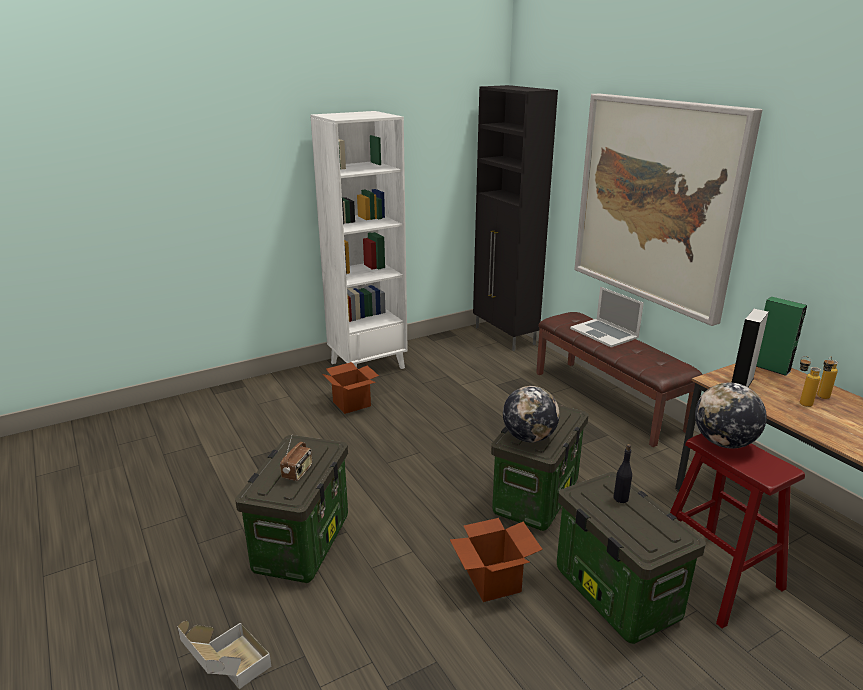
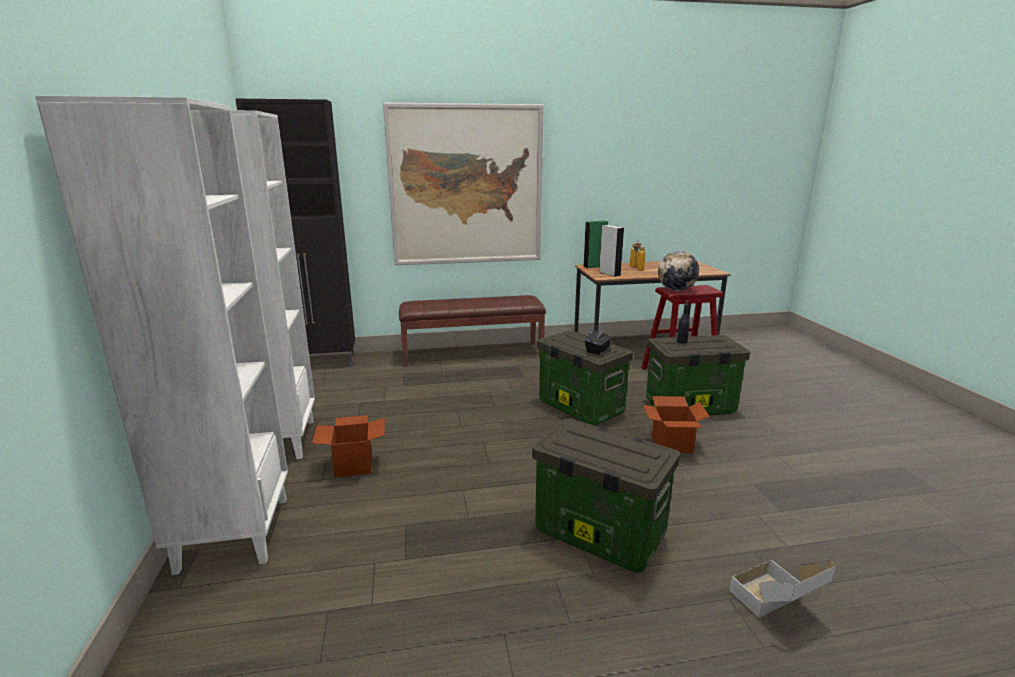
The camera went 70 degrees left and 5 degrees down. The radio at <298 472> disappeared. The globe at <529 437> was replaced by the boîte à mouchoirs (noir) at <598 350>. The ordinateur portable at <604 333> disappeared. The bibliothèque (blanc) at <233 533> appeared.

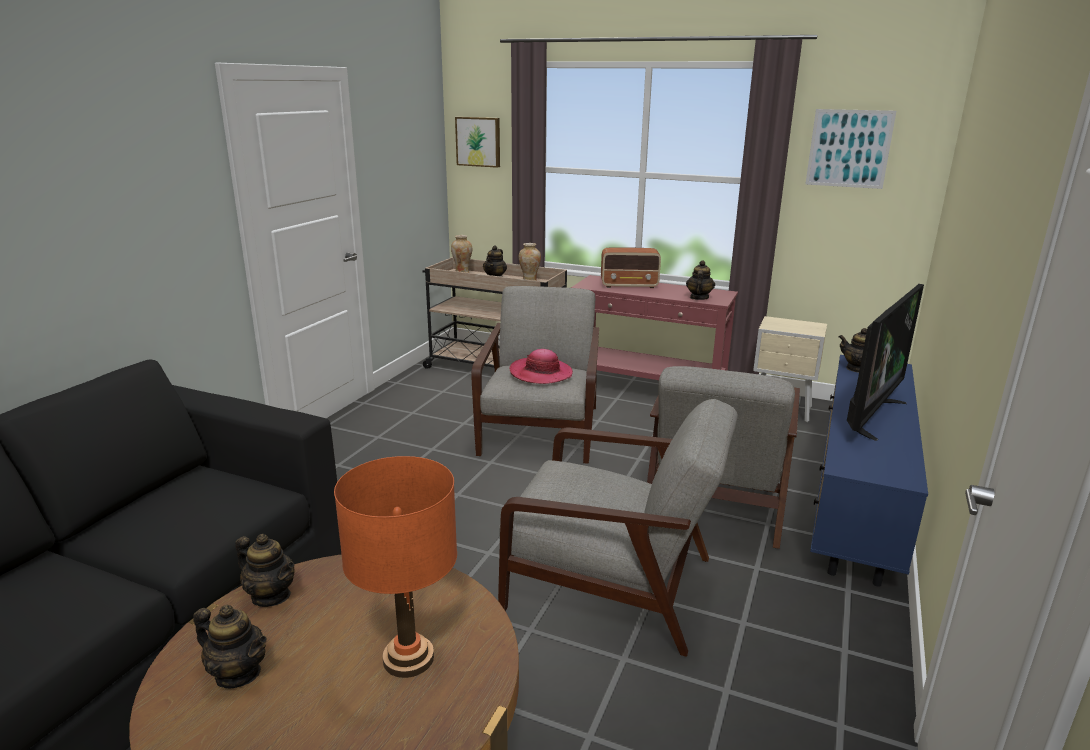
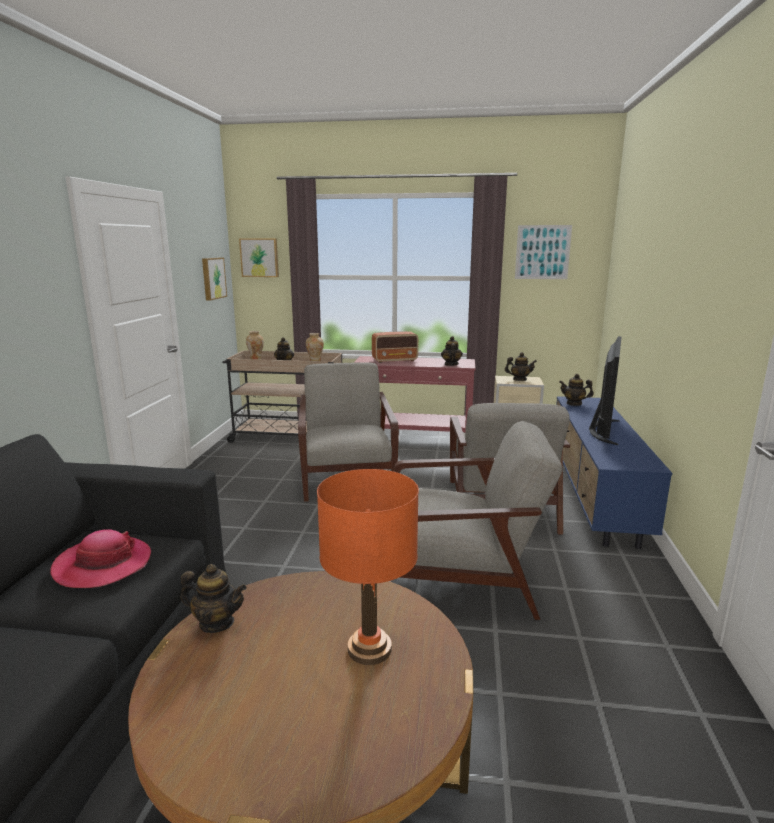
The camera went 15 degrees left and 5 degrees down. The théière moved from <238 673> to <519 380>. The chapeau moved from <541 373> to <103 565>. The tableau at <212 278> appeared.

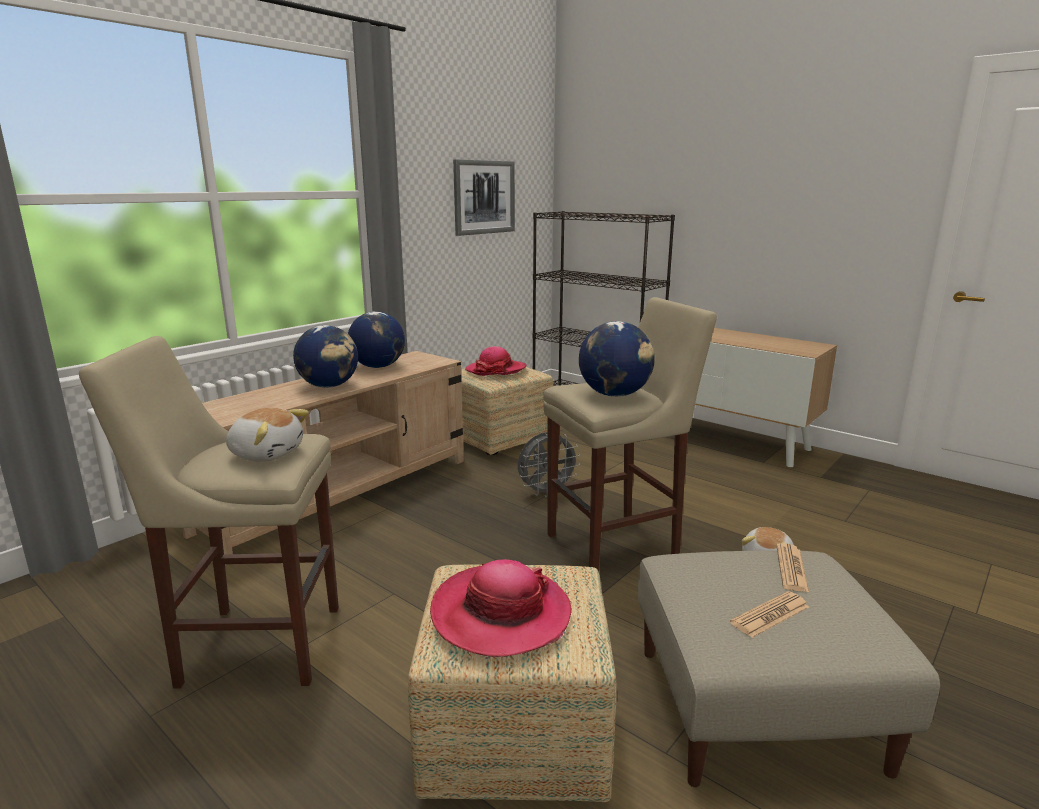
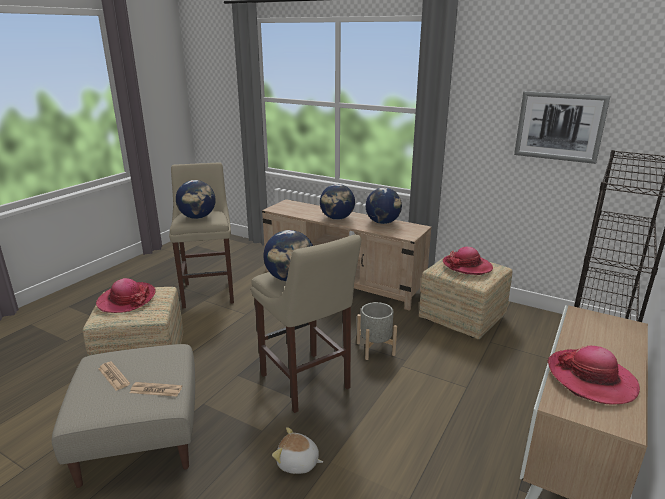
The camera went 80 degrees right and 5 degrees up. The peluche at <267 453> was replaced by the globe at <198 217>. The ventilateur (gris) at <546 492> was replaced by the cache-pot (gris) at <375 348>. The chapeau at <591 379> appeared.

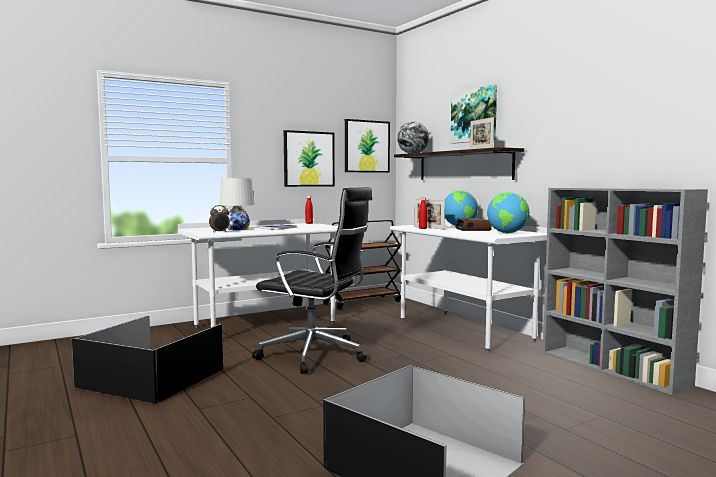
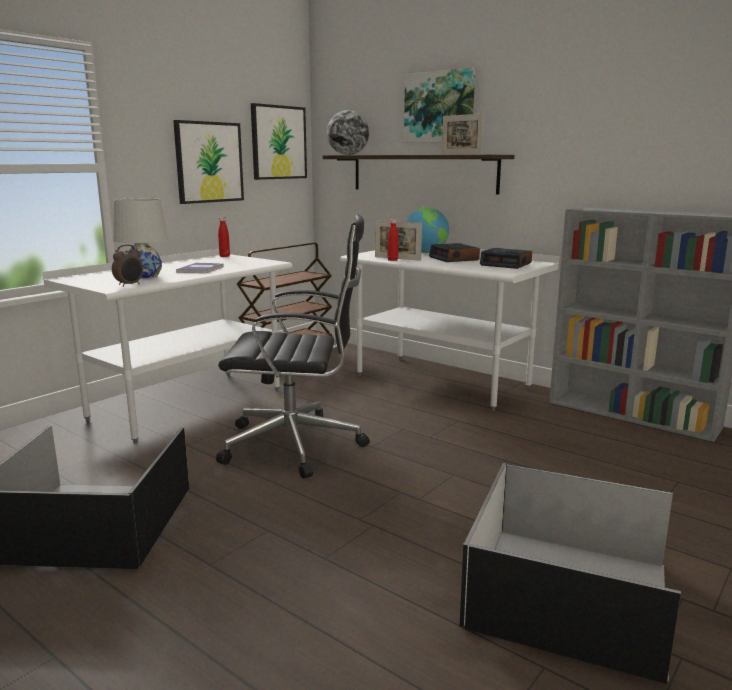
The camera went 20 degrees left and 10 degrees up. The globe at <507 233> was replaced by the réveil at <506 264>.

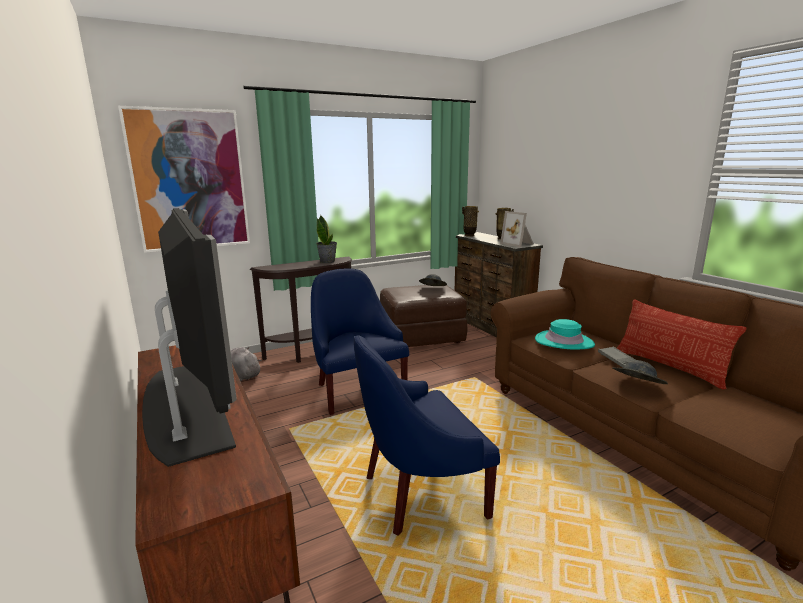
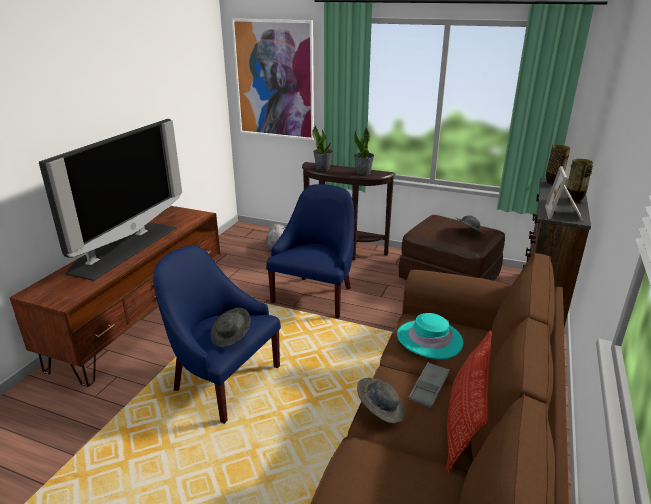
The camera went 50 degrees right and 10 degrees up. The chapeau (gris) at <231 336> appeared. The plante en pot at <323 168> appeared.

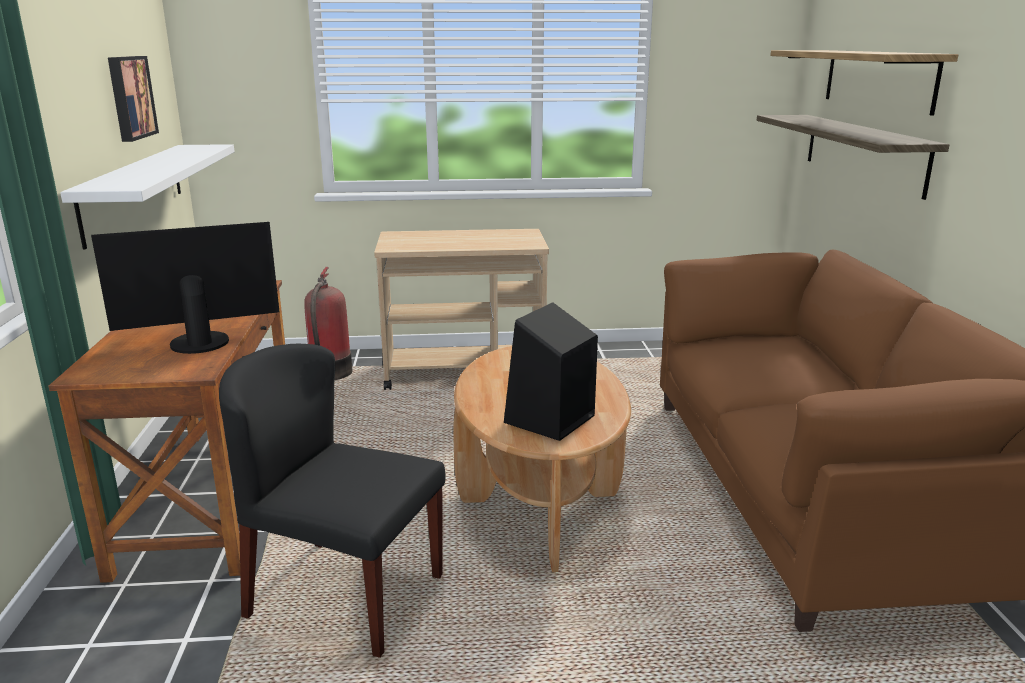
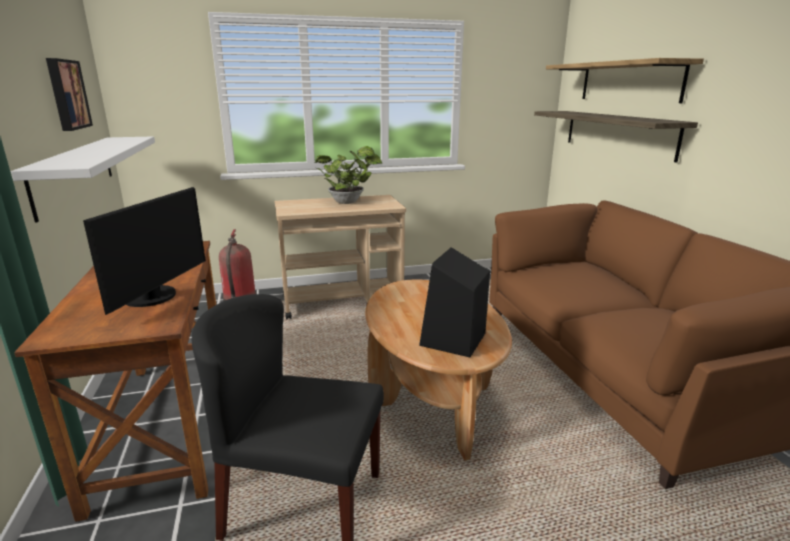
The camera went 10 degrees left and 0 degrees up. The écran d'ordinateur at <199 341> turned 135 degrees clockwise. The plante en pot at <349 202> appeared.

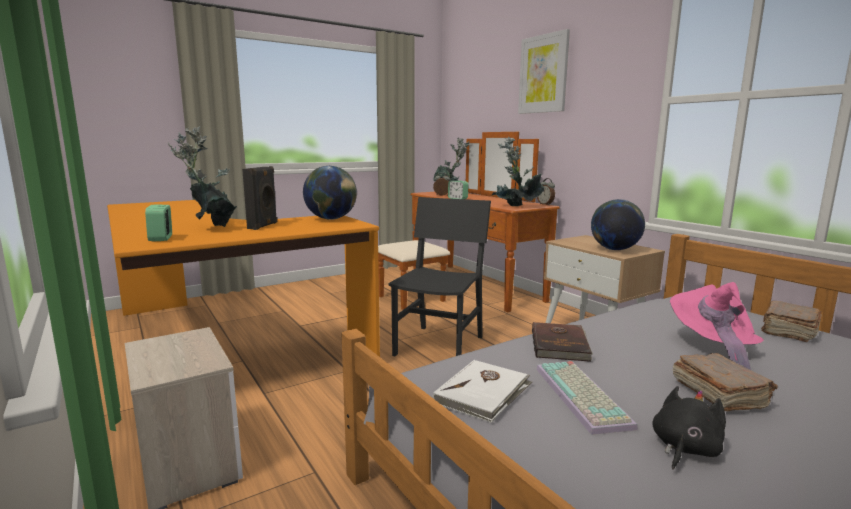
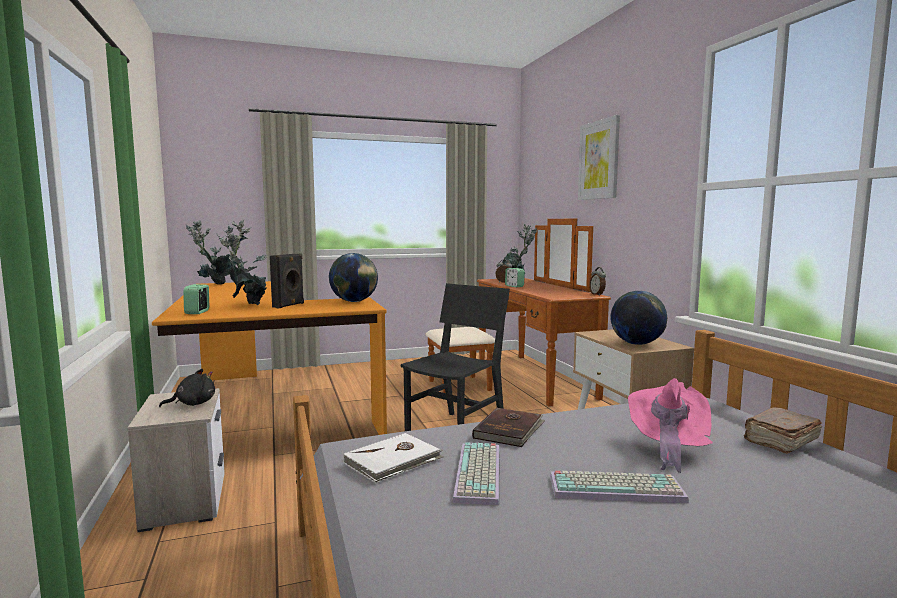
The camera went 15 degrees right and 5 degrees down. The plante en pot moved from <515 207> to <214 285>. The peluche (noir) moved from <684 448> to <193 404>. The livre (marron) at <718 394> was replaced by the clavier at <617 488>.

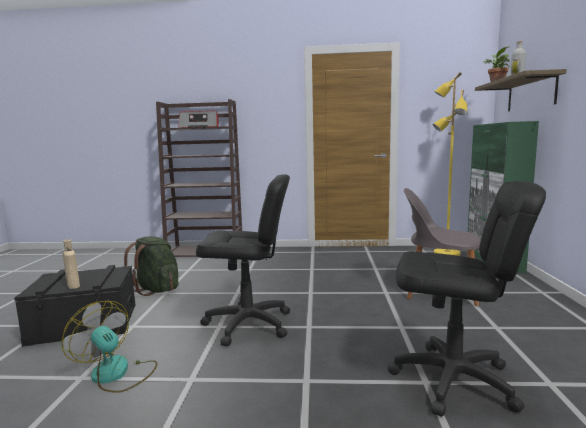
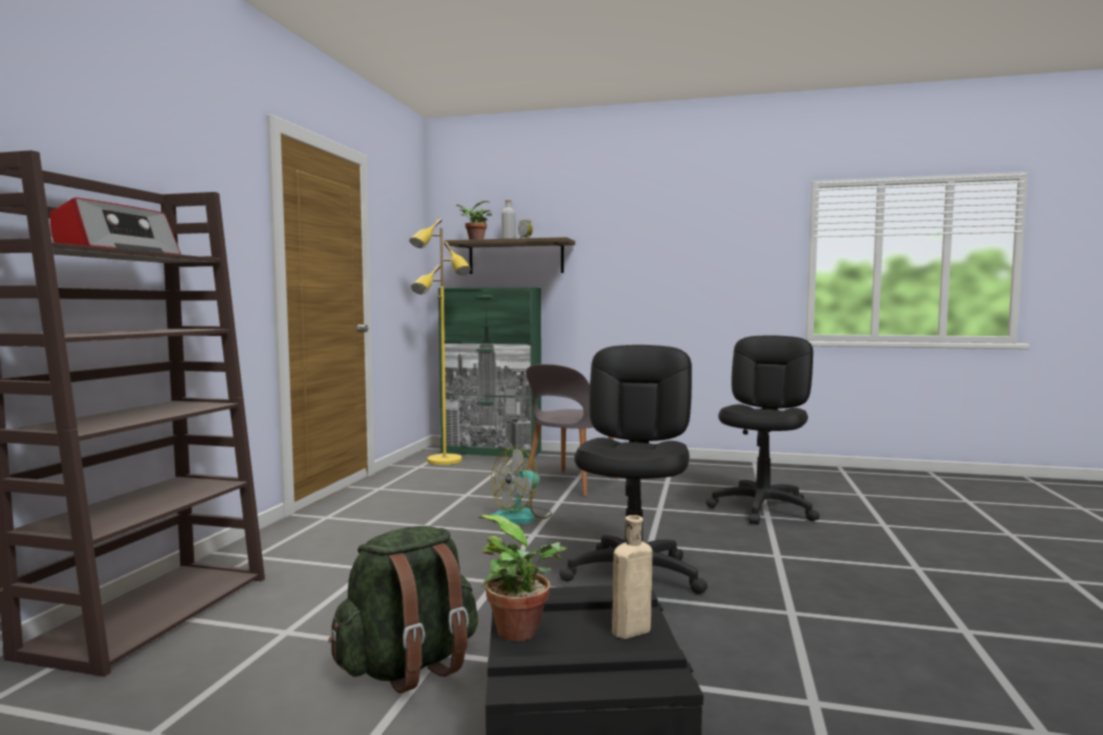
The camera went 80 degrees left and 5 degrees down. The ventilateur moved from <116 374> to <521 517>. The plante en pot at <523 632> appeared.

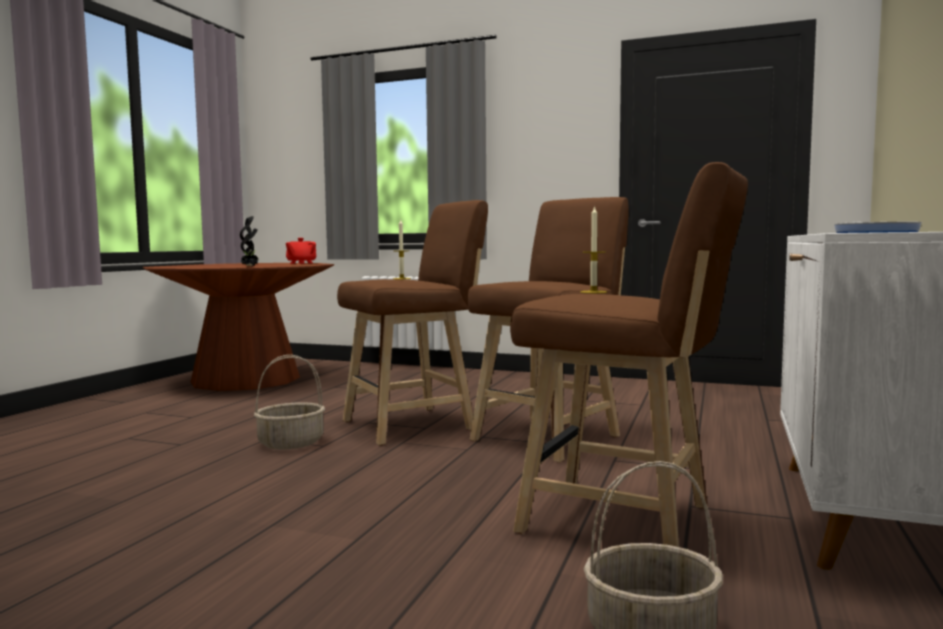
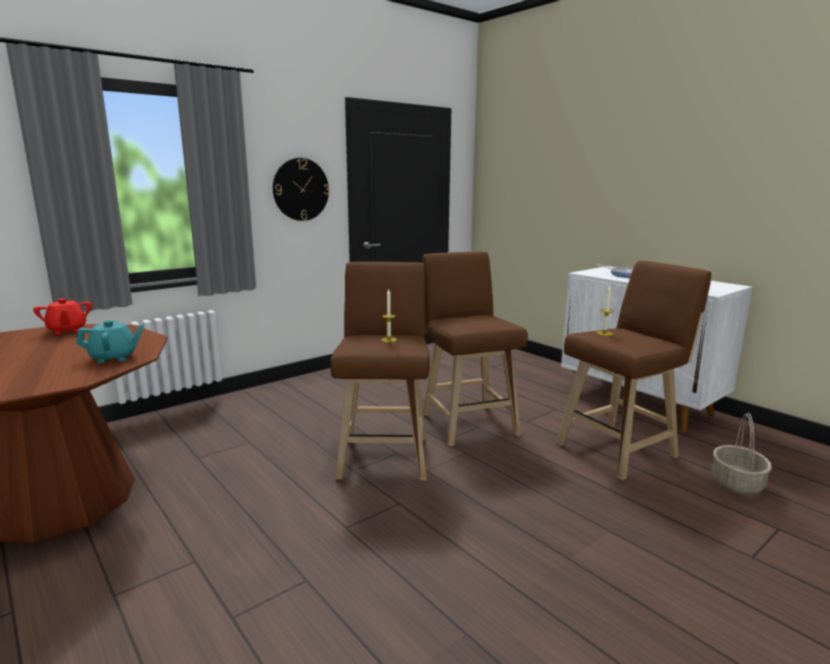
The camera went 60 degrees left and 10 degrees up. The plante en pot at <250 266> was replaced by the théière (turquoise) at <114 358>. The panier at <291 442> disappeared. The horloge murale at <301 189> appeared.

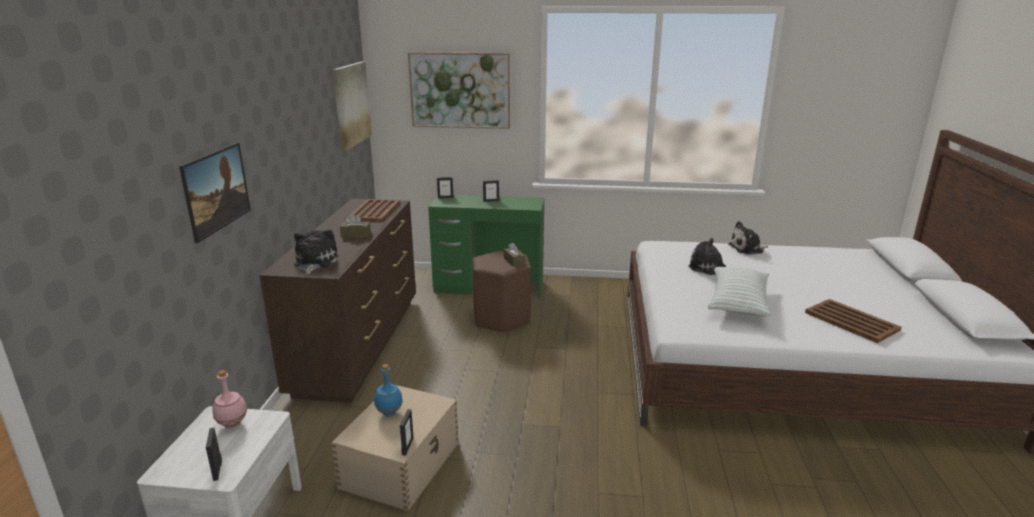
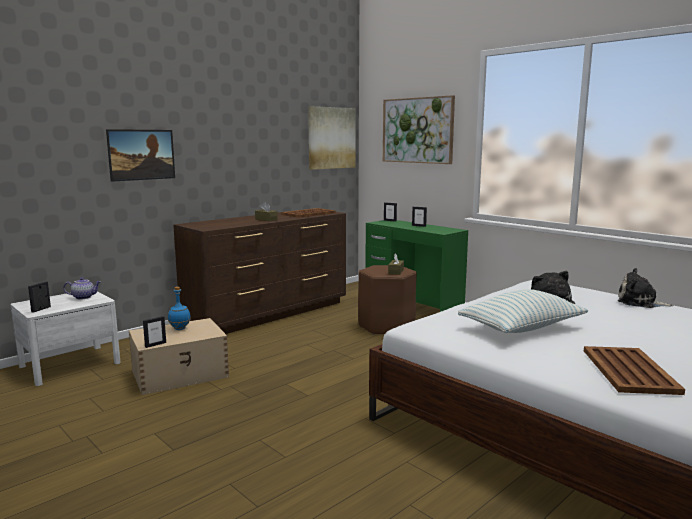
The camera went 40 degrees right and 10 degrees down. The bouteille (rose) at <232 424> was replaced by the théière at <84 297>. The peluche at <314 262> disappeared.

